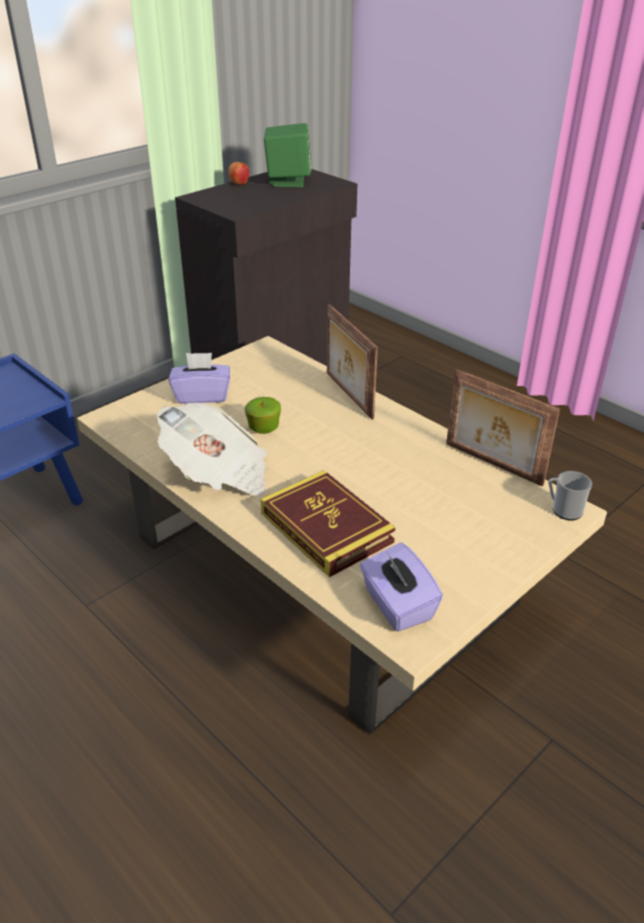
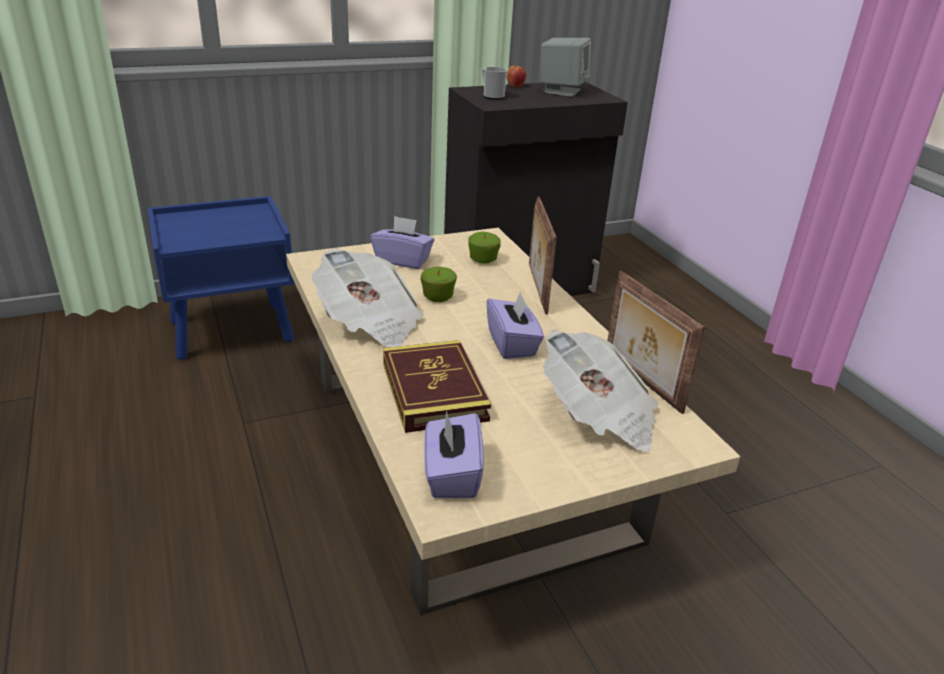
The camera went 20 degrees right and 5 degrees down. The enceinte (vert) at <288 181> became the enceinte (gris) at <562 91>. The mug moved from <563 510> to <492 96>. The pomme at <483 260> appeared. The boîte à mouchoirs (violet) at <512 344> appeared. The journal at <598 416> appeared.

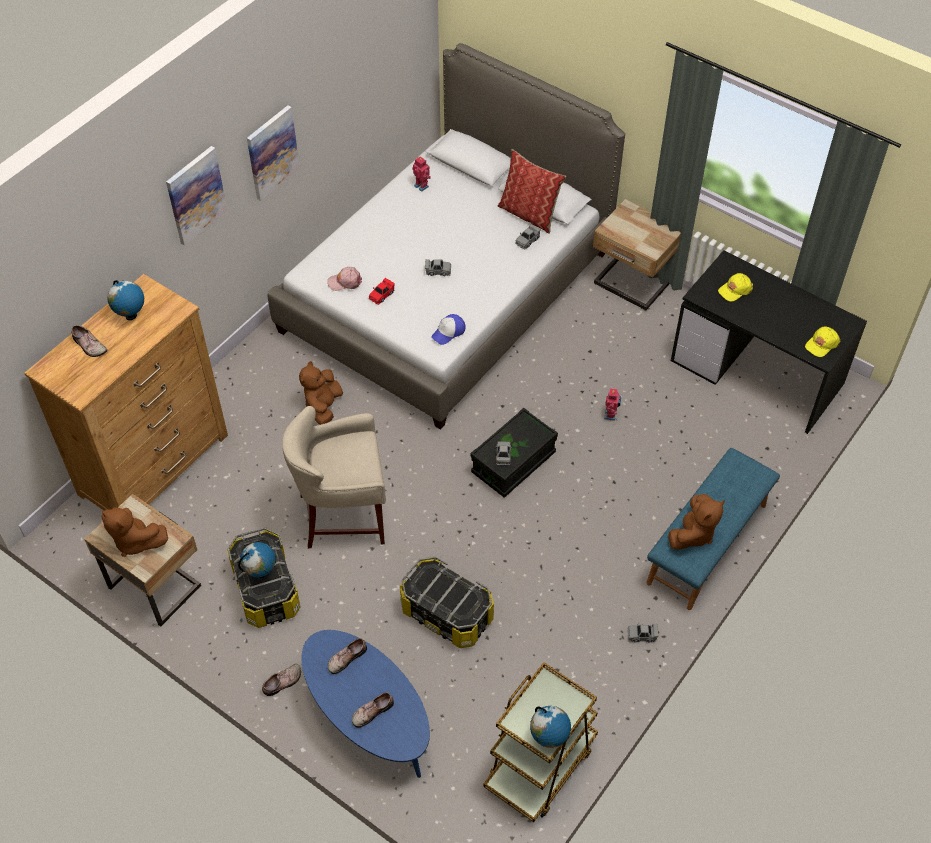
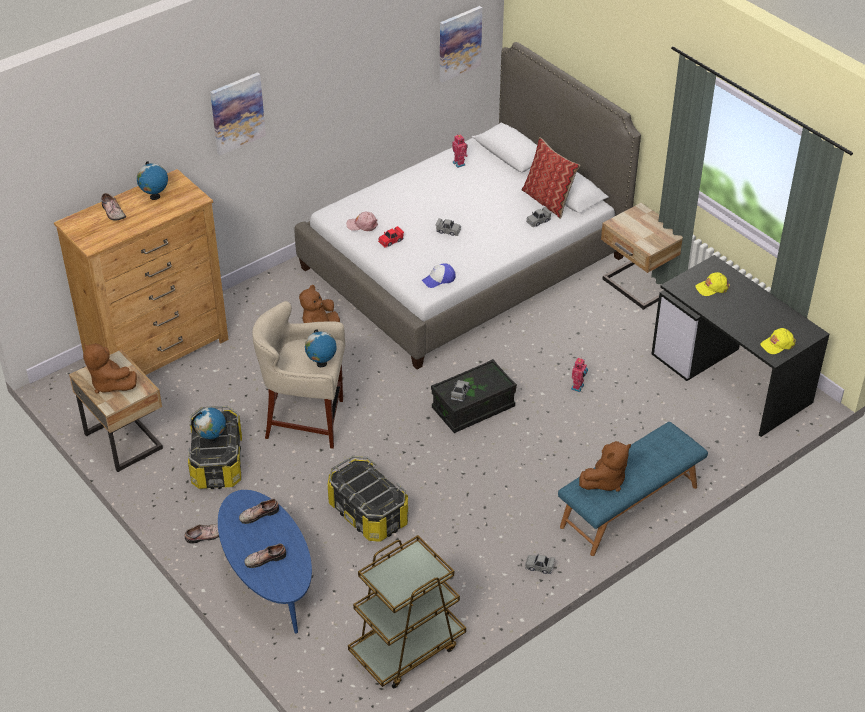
The camera went 15 degrees right and 10 degrees down. The tableau moved from <272 152> to <459 43>. The globe moved from <548 739> to <321 364>.

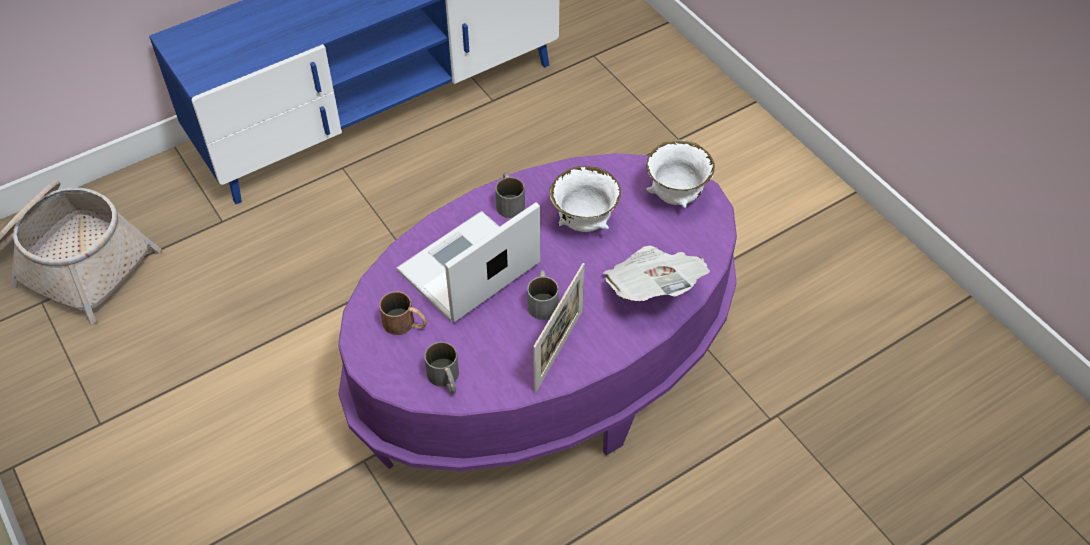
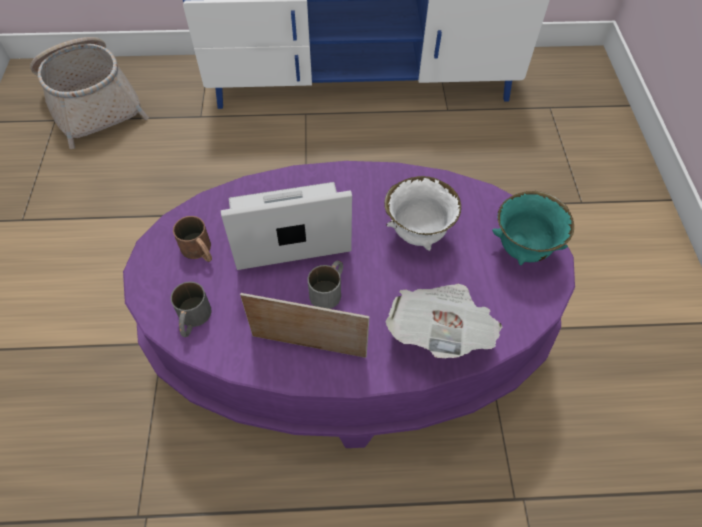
The camera went 30 degrees right and 5 degrees up. The mug (gris) at <509 201> disappeared. The cadre photo at <558 350> turned 135 degrees counterclockwise. The bol (blanc) at <676 196> became the bol (turquoise) at <523 249>.

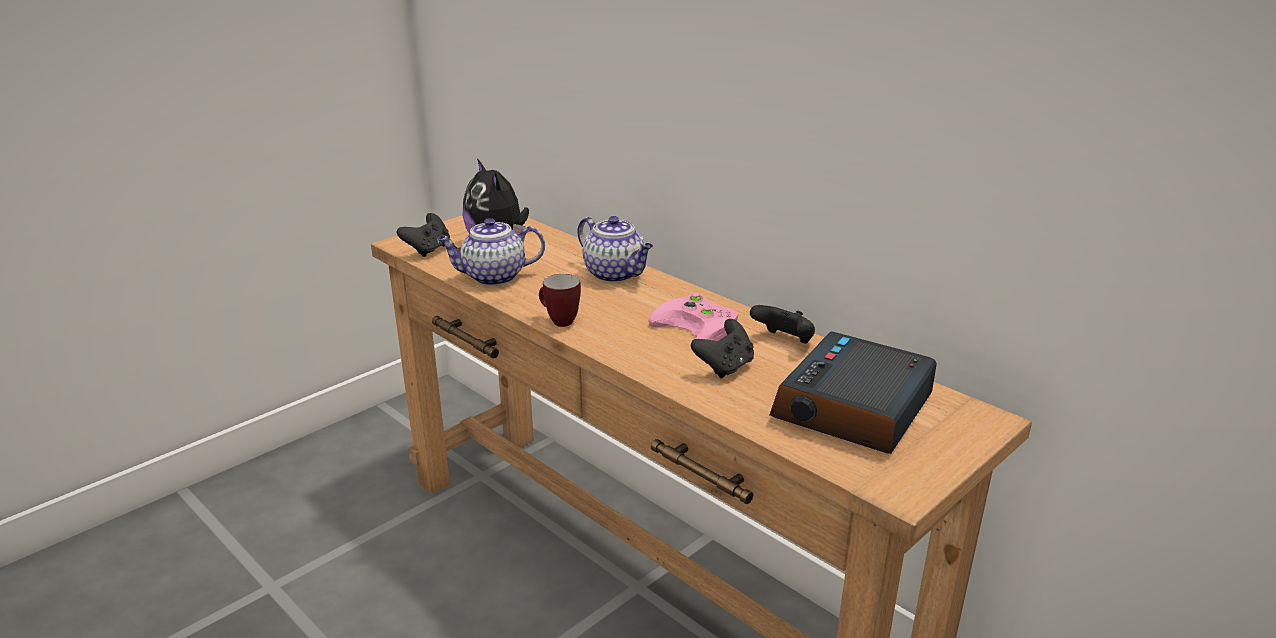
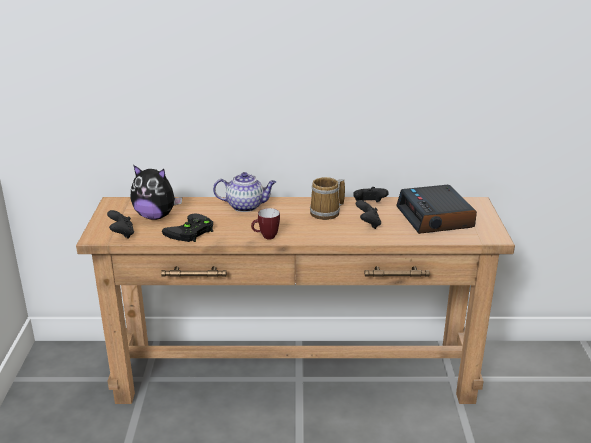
The camera went 45 degrees left and 0 degrees up. The théière at <493 277> was replaced by the manette (noir) at <190 232>. The manette (rose) at <700 326> was replaced by the mug at <327 213>.

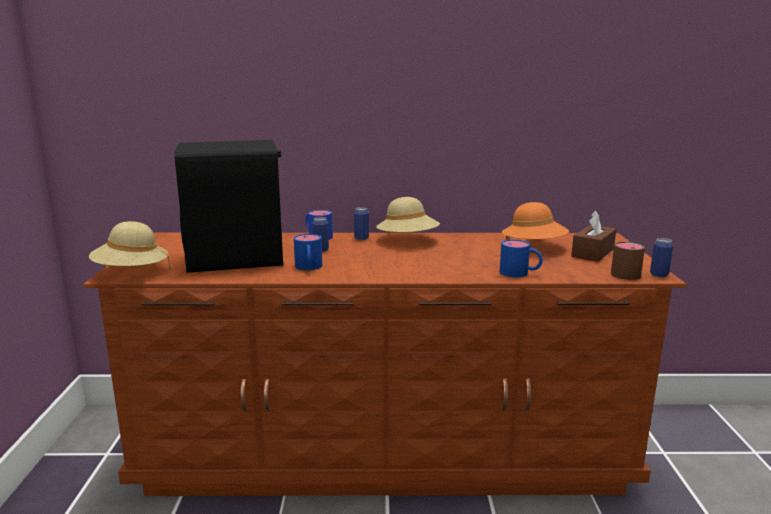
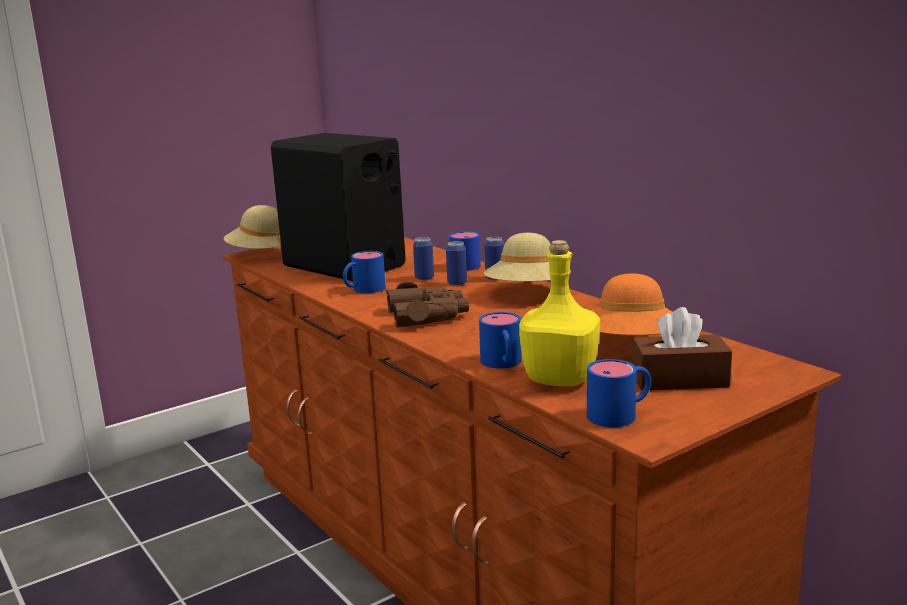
The camera went 55 degrees right and 0 degrees up. The mug (marron) at <624 272> became the mug (bleu) at <620 414>. The boîte métallique moved from <659 275> to <457 283>. The jumelles (marron) at <427 315> appeared. The bouteille (jaune) at <560 378> appeared.

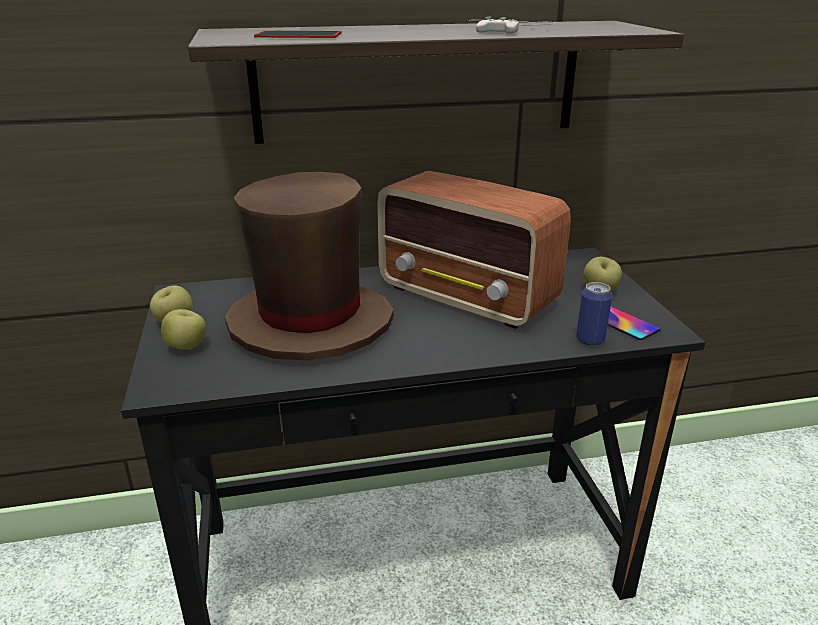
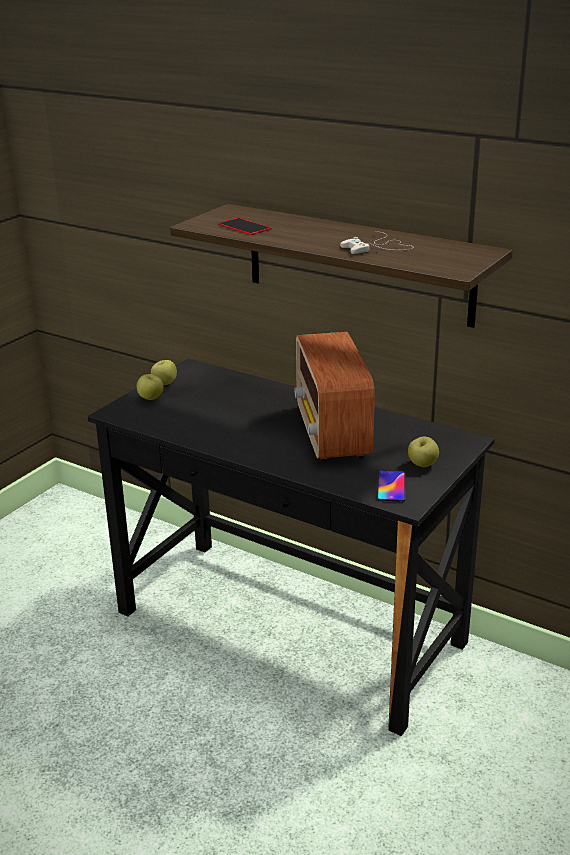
The camera went 45 degrees right and 0 degrees up. The chapeau (marron) at <310 323> disappeared. The boîte métallique at <590 340> disappeared.

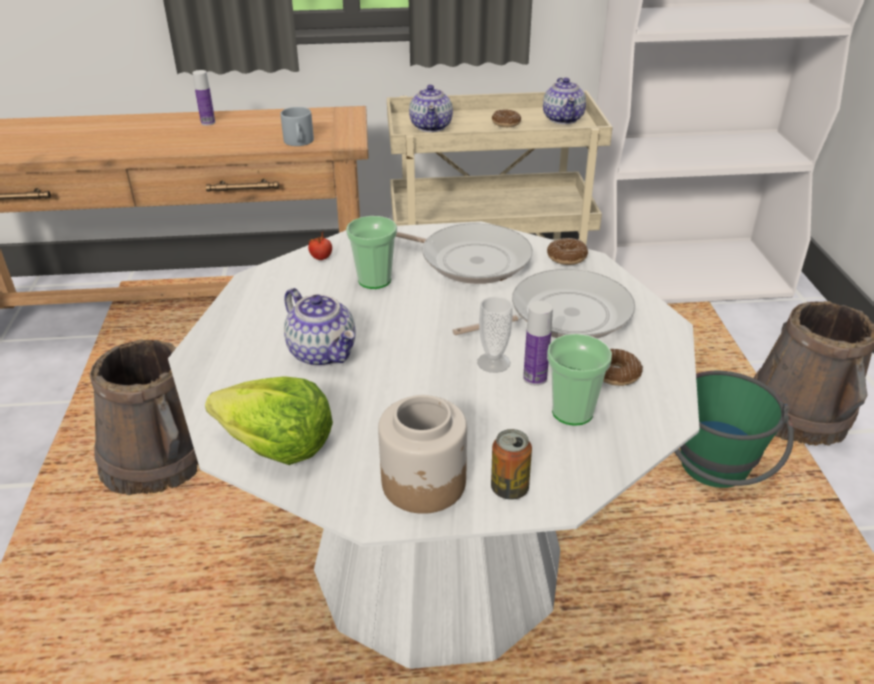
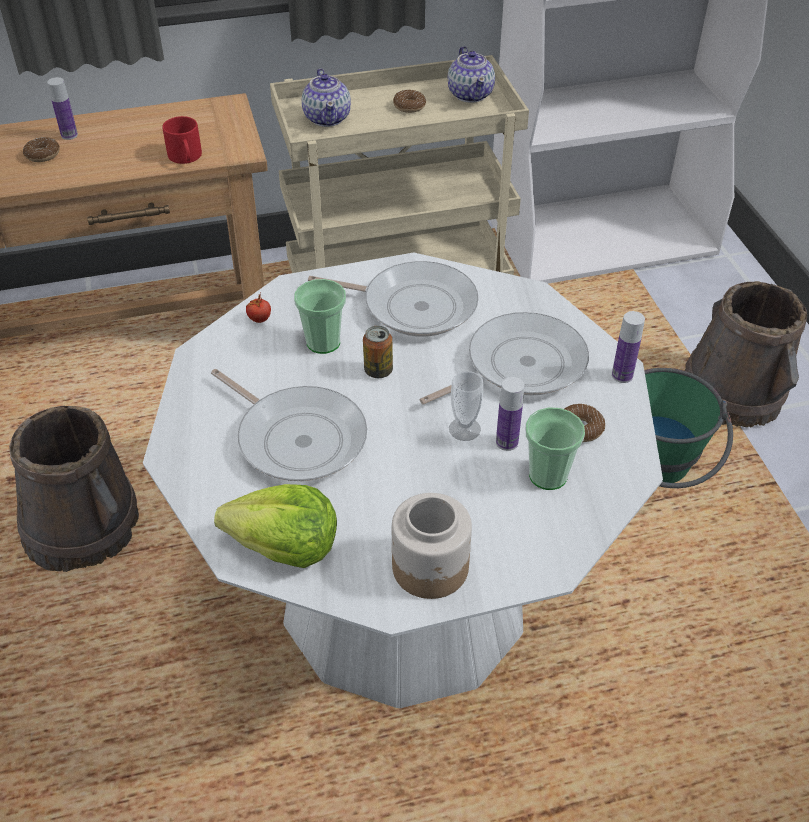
The camera went 10 degrees left and 10 degrees up. The mug (gris) at <299 142> became the mug (rouge) at <186 157>. The théière at <323 353> was replaced by the poêle at <297 437>. The boîte métallique moved from <509 488> to <378 371>. The beignet moved from <566 257> to <42 155>. The bouteille at <622 375> appeared.

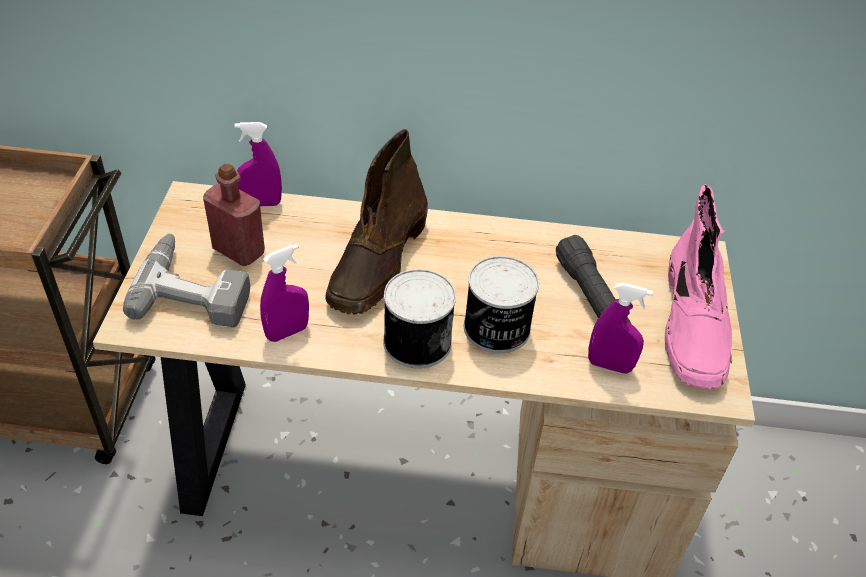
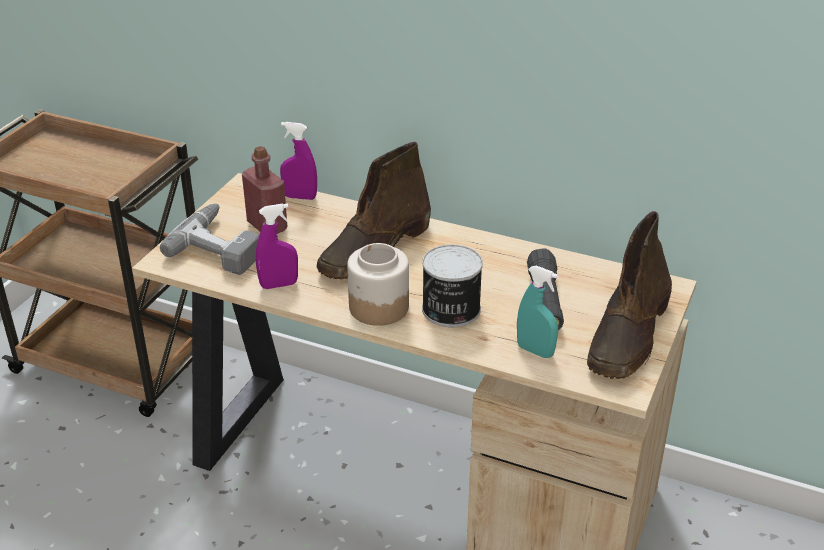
The camera went 20 degrees right and 10 degrees down. The boîte métallique at <415 341> was replaced by the bocal at <378 307>. The vaporisateur (violet) at <609 365> became the vaporisateur (turquoise) at <535 351>. The botte (rose) at <693 326> became the botte (marron) at <628 336>.

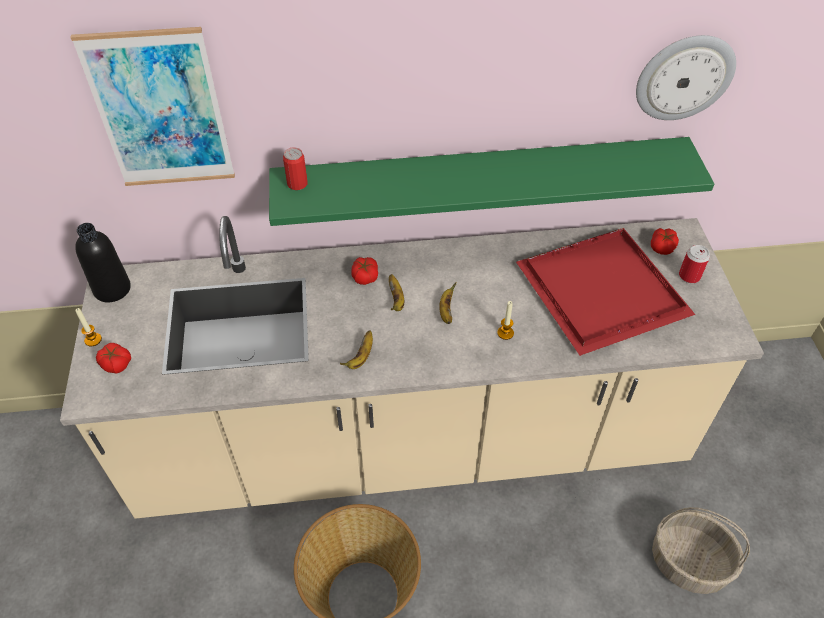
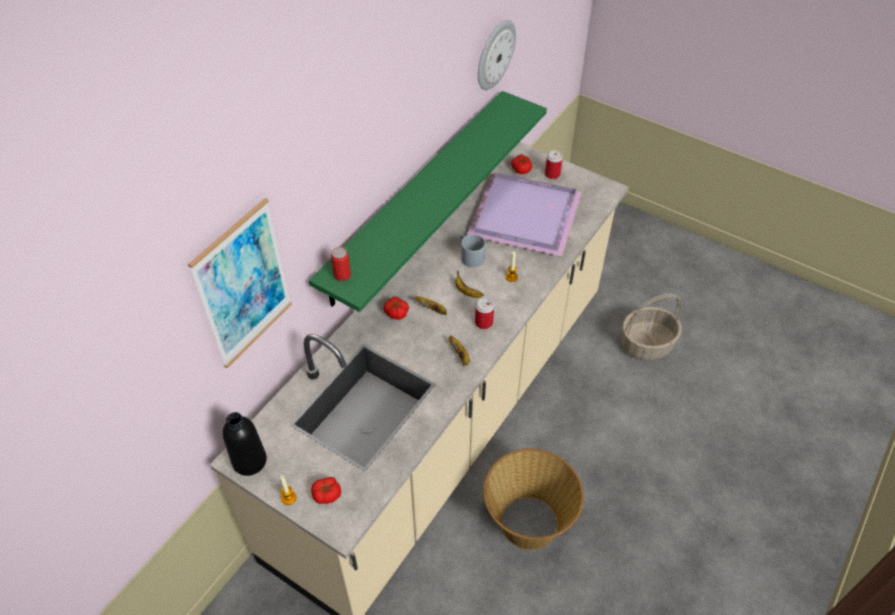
The camera went 50 degrees left and 0 degrees up. The plateau (rouge) at <601 294> became the plateau (violet) at <526 217>. The mug (gris) at <470 256> appeared. The boîte métallique at <483 322> appeared.

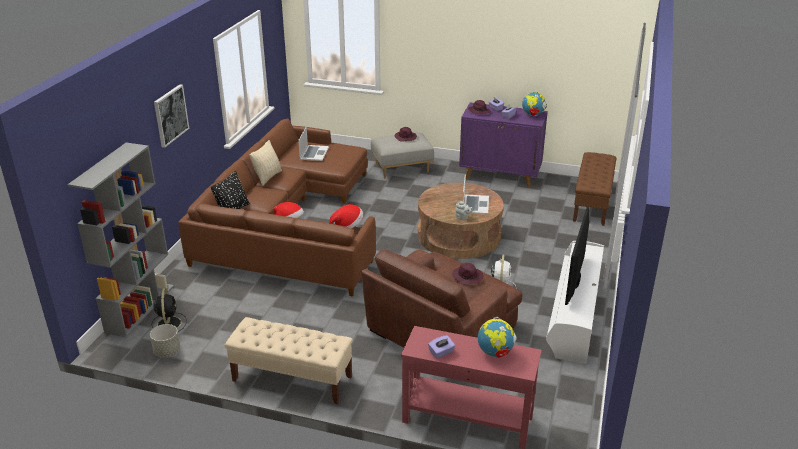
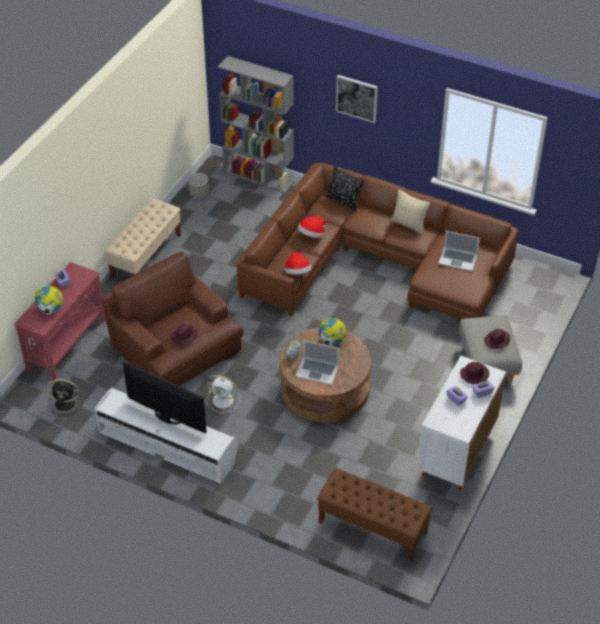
The camera went 100 degrees right and 15 degrees up. The ventilateur (noir) moved from <169 323> to <66 404>. The meuble de rangement (violet) at <500 176> became the meuble de rangement (blanc) at <456 453>. The globe moved from <533 115> to <332 341>.

